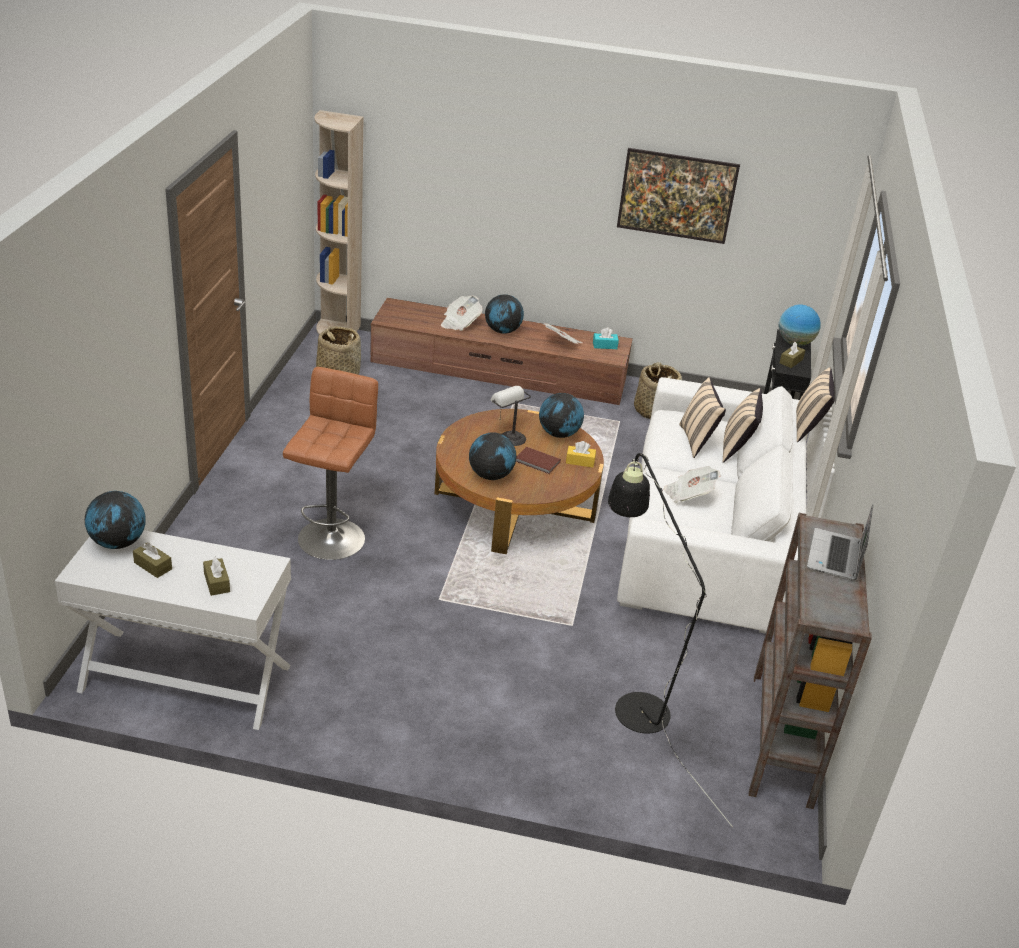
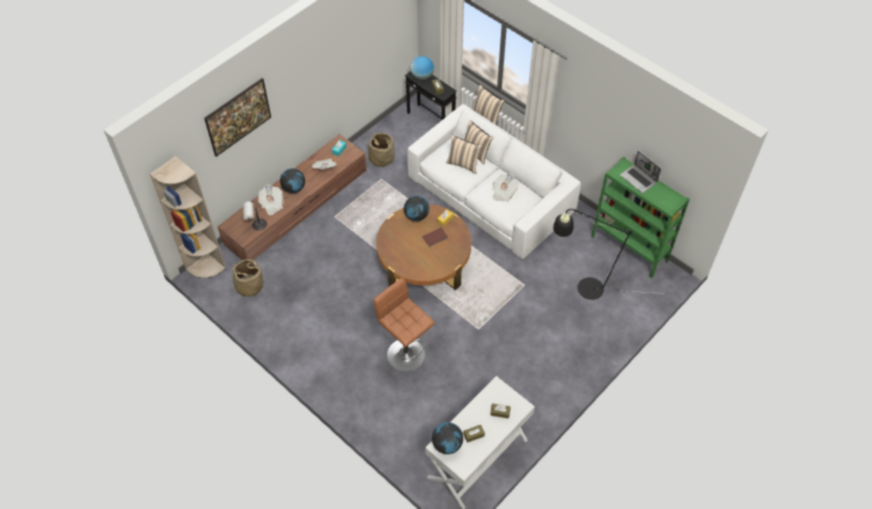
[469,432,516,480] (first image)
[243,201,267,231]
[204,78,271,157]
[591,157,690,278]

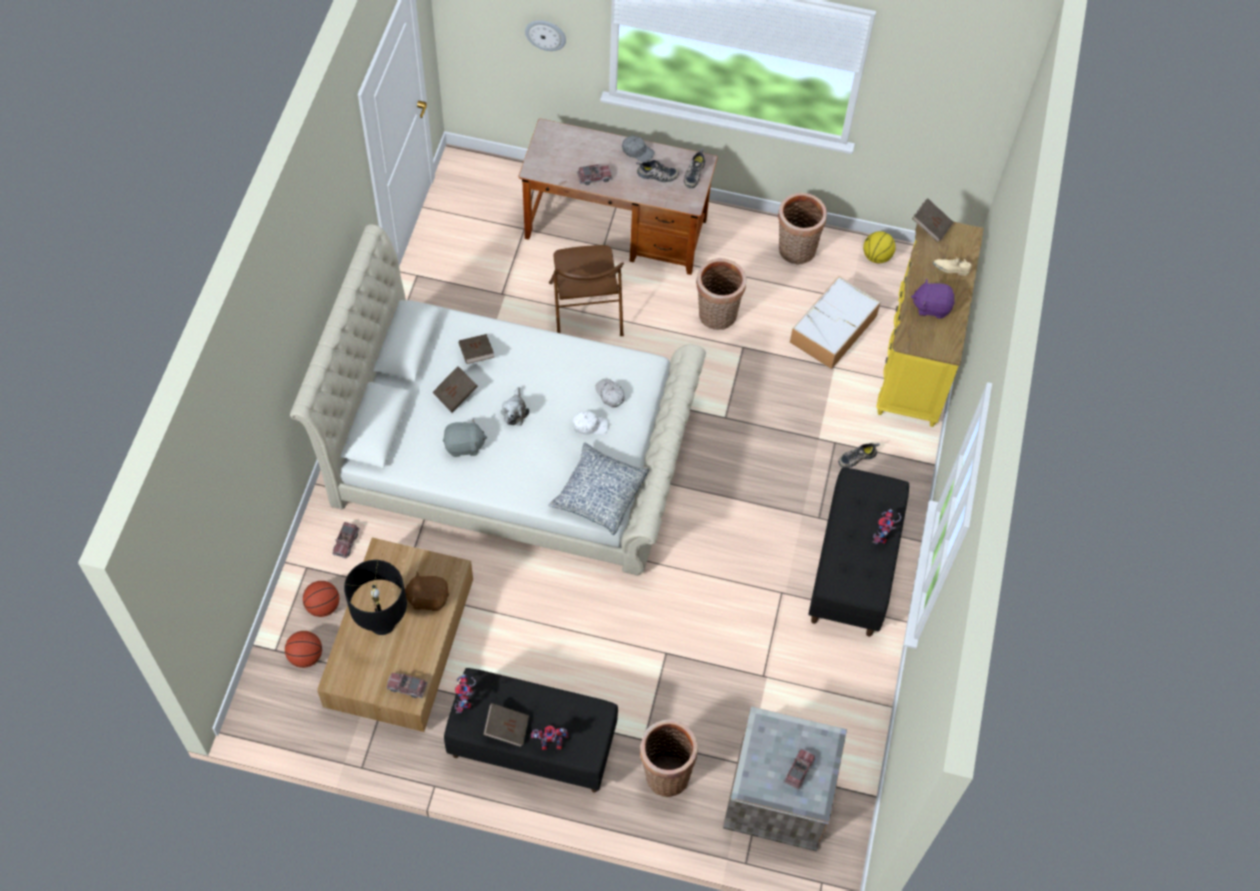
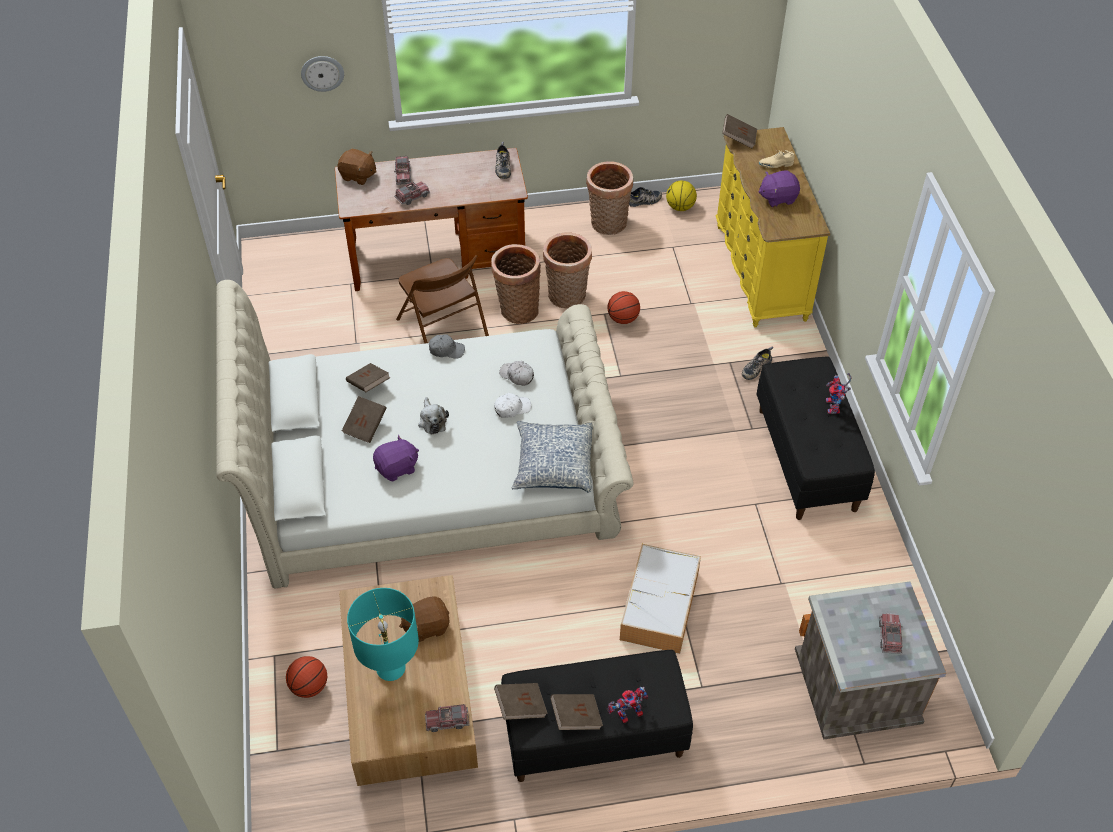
[338,149,377,185]
[608,291,640,324]
[394,156,411,185]
[429,334,465,359]
[629,187,662,207]
[491,244,541,324]
[620,544,701,654]
[494,683,548,720]
[347,588,419,681]
[373,435,419,481]

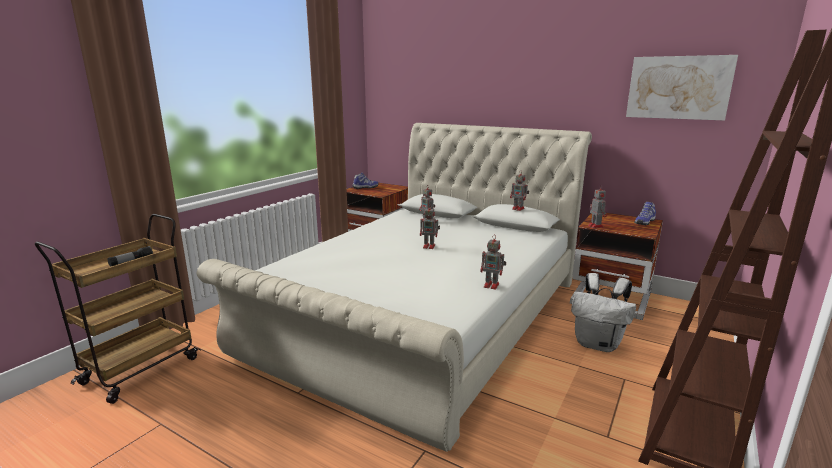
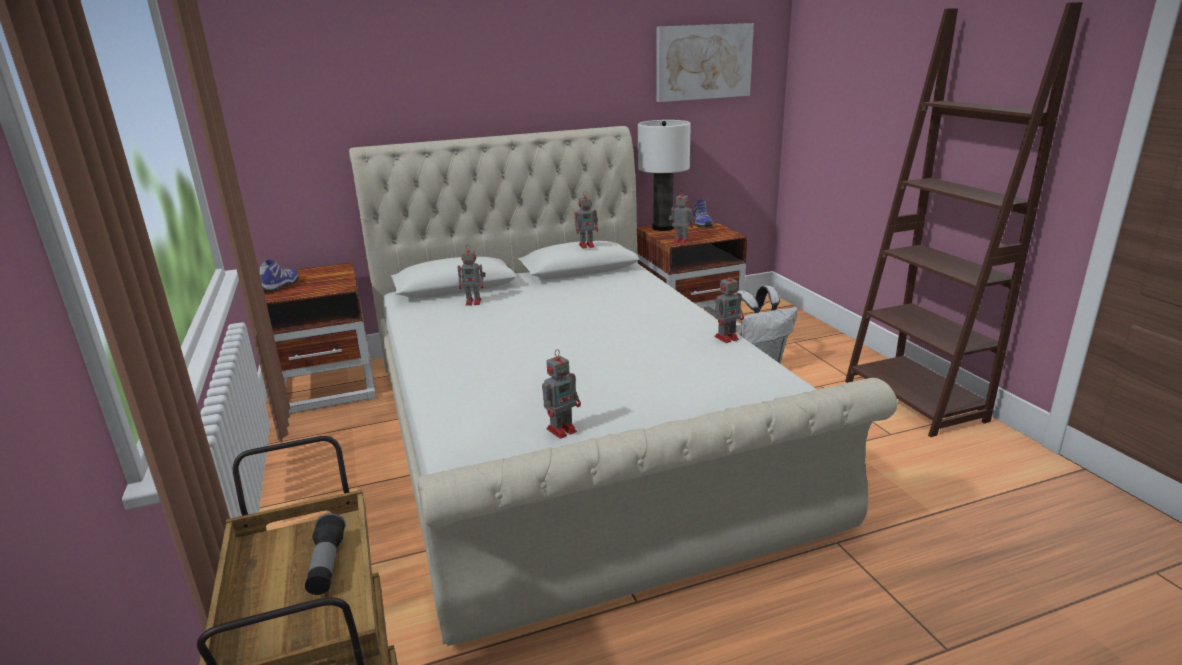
[638,120,691,231]
[542,349,581,439]

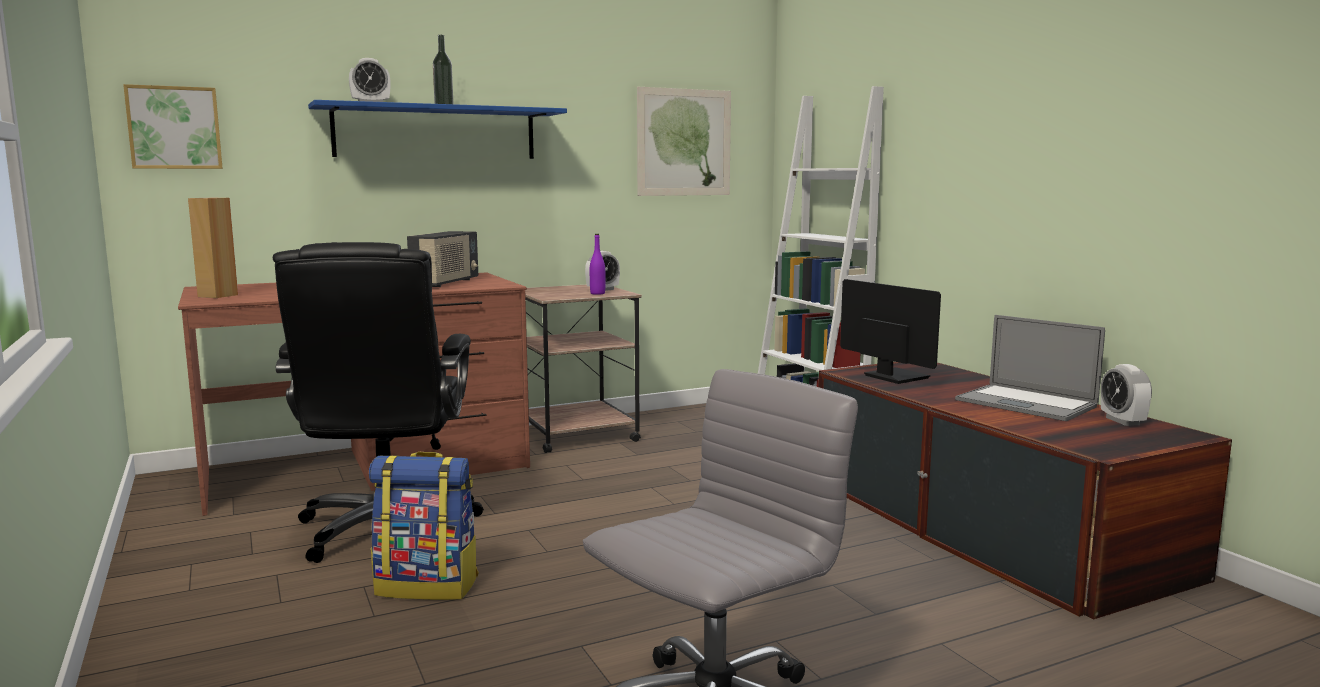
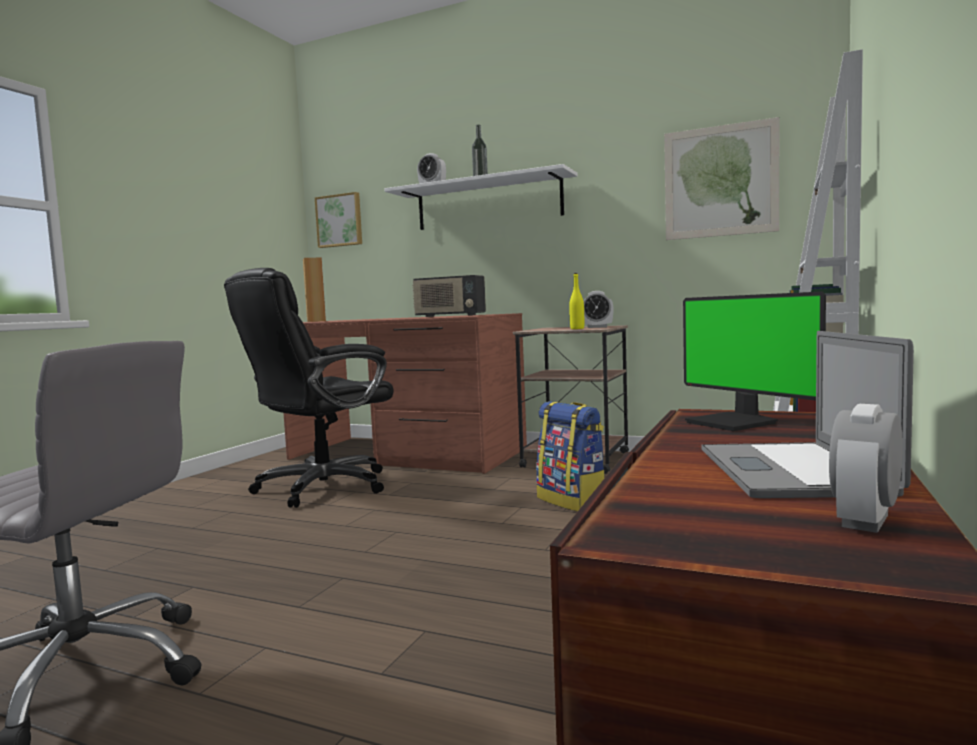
[536,401,604,512]
[384,164,578,230]
[569,273,584,329]
[412,275,486,317]
[683,292,826,431]

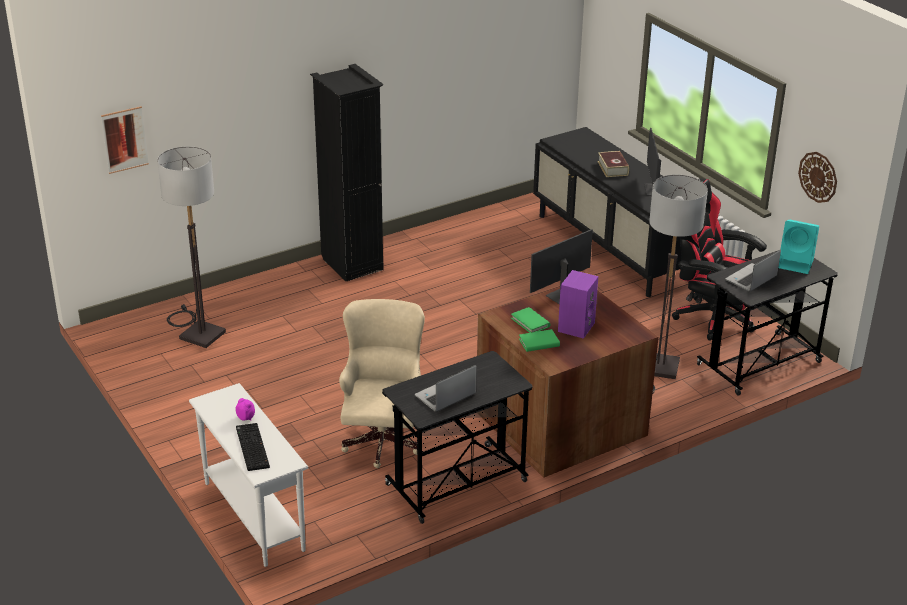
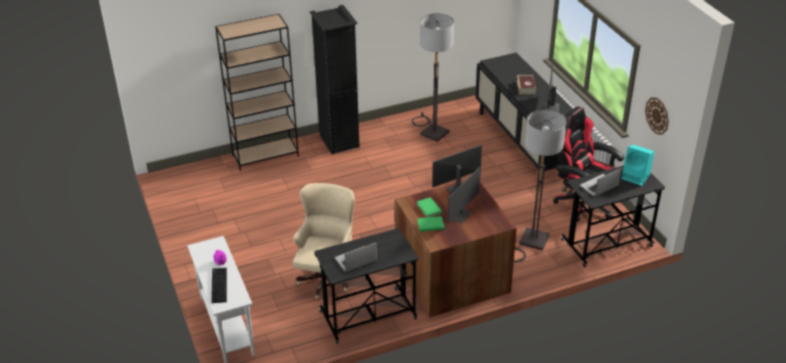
[101,106,149,174] (first image)
[215,14,299,171]
[412,13,454,142]
[448,167,481,223]

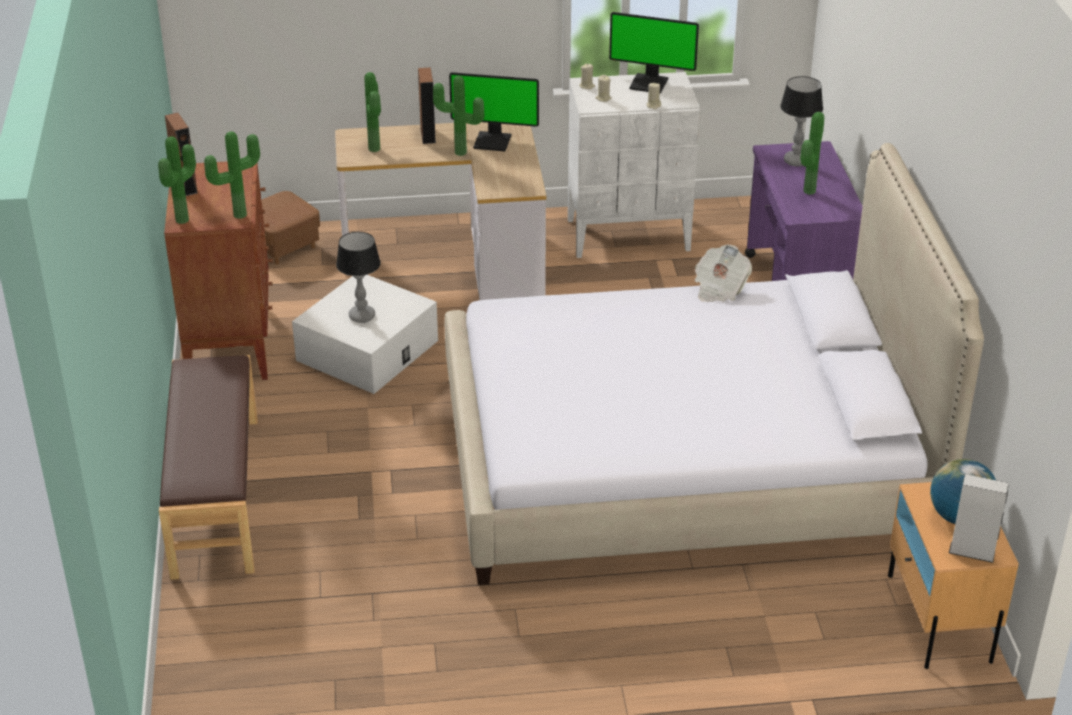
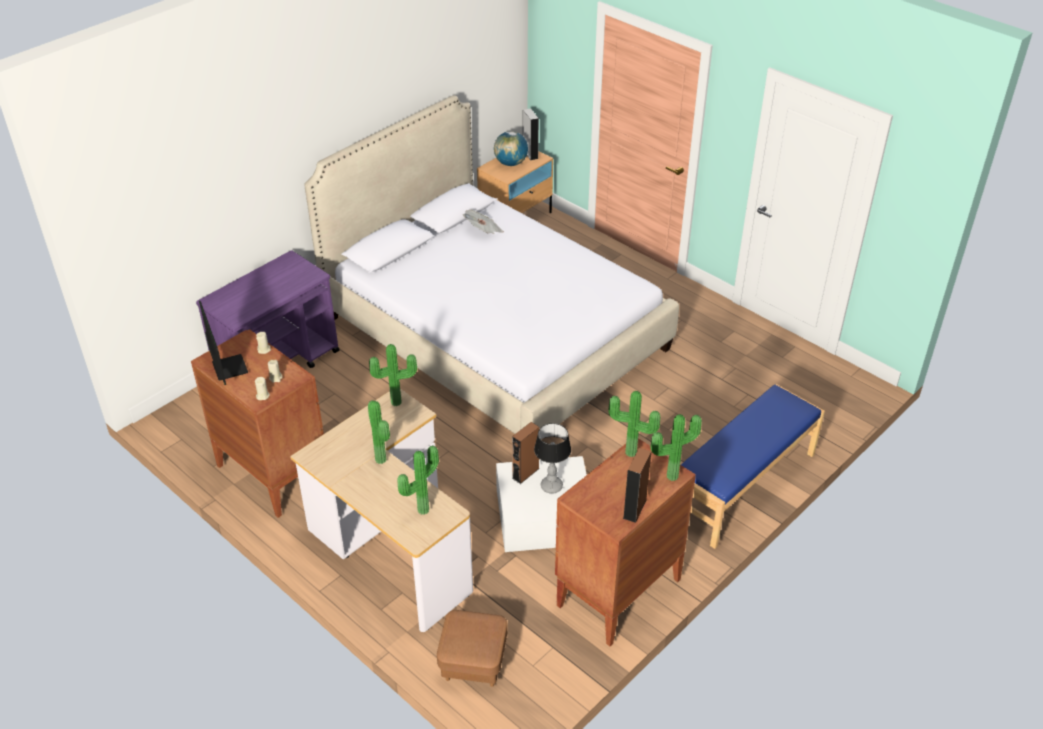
[449,72,539,151] (first image)
[780,76,823,167] (first image)
[512,422,540,484]
[462,210,504,234]
[369,344,417,406]
[681,384,825,549]
[191,329,324,518]

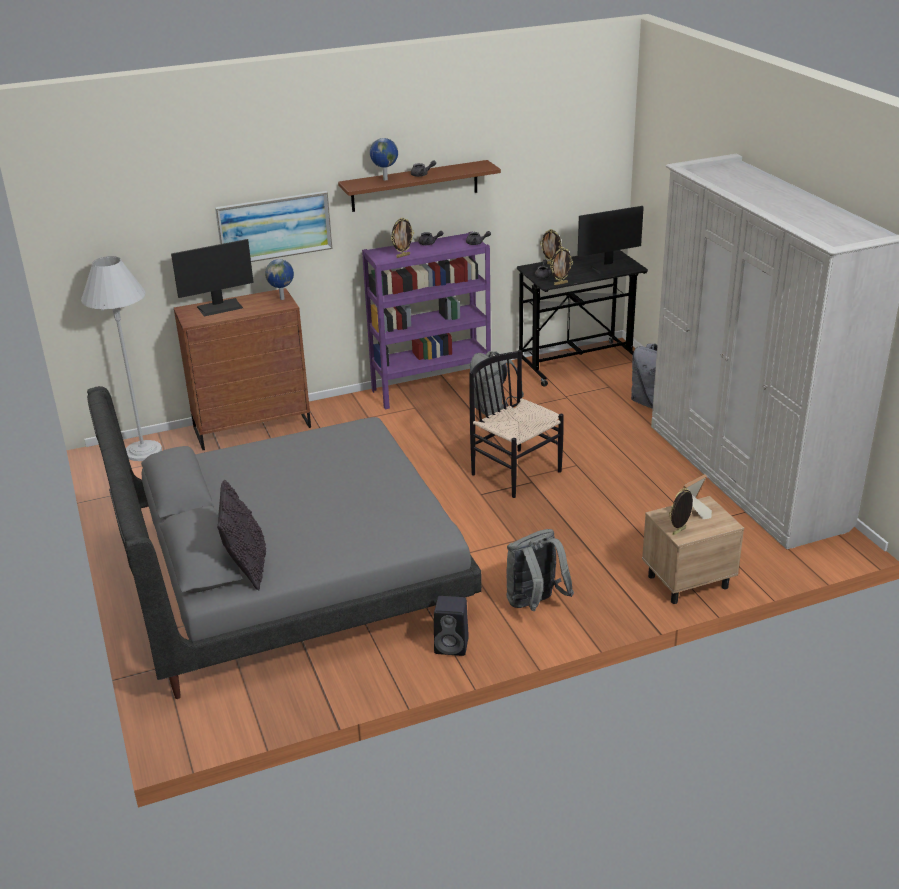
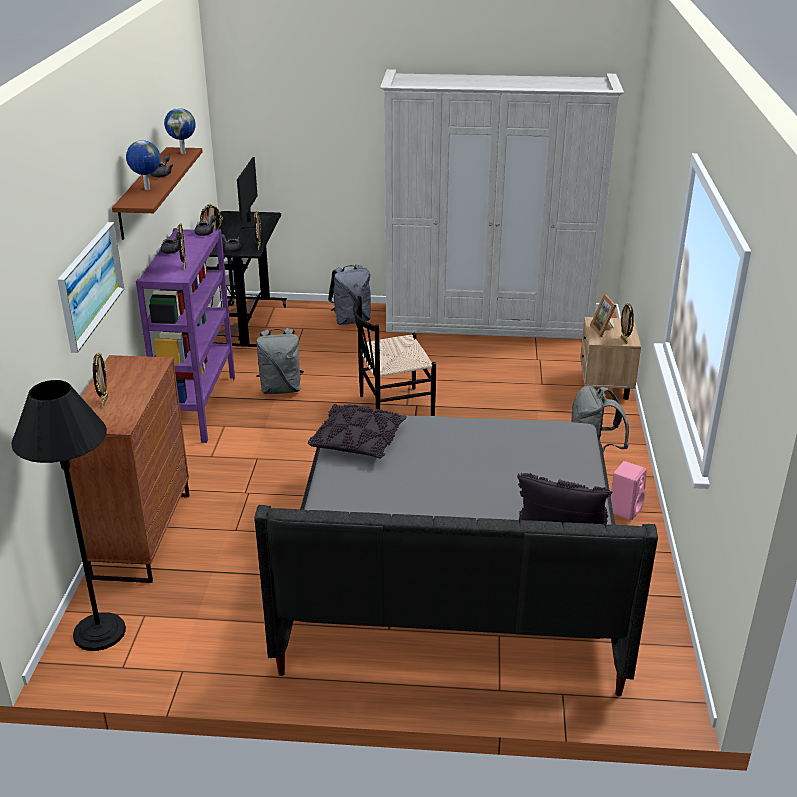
[308,404,407,459]
[164,108,196,154]
[93,352,108,407]
[11,380,126,651]
[610,461,647,520]

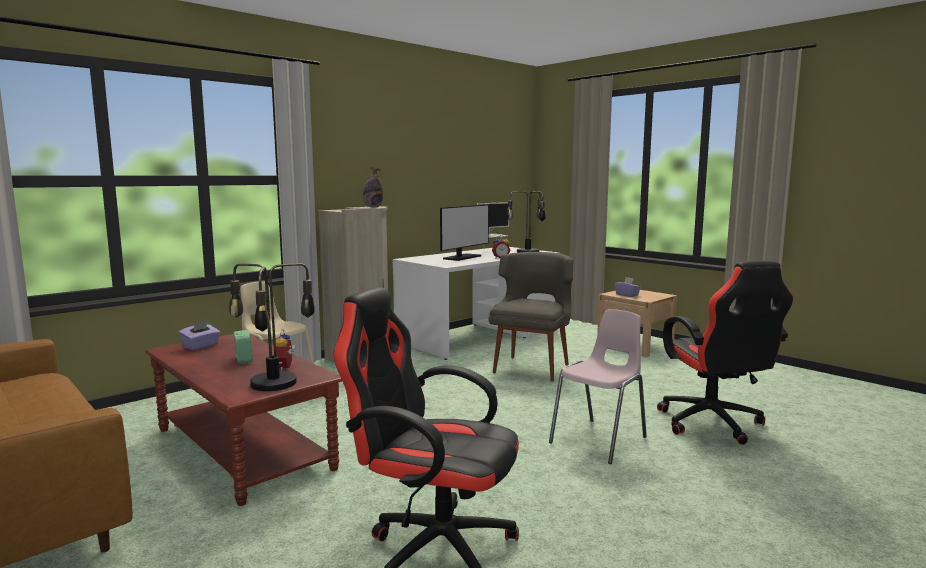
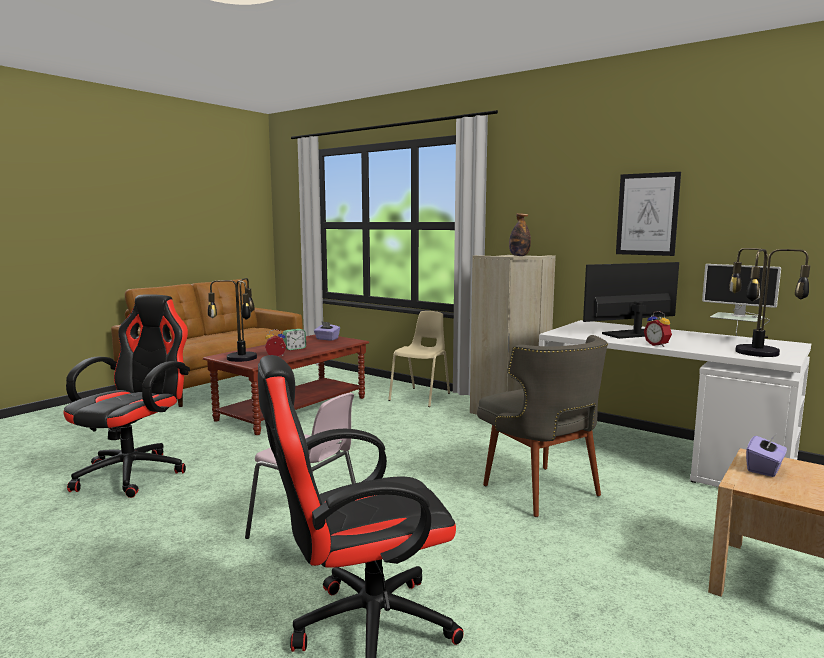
[616,172,681,256]
[583,262,679,339]
[477,335,608,517]

